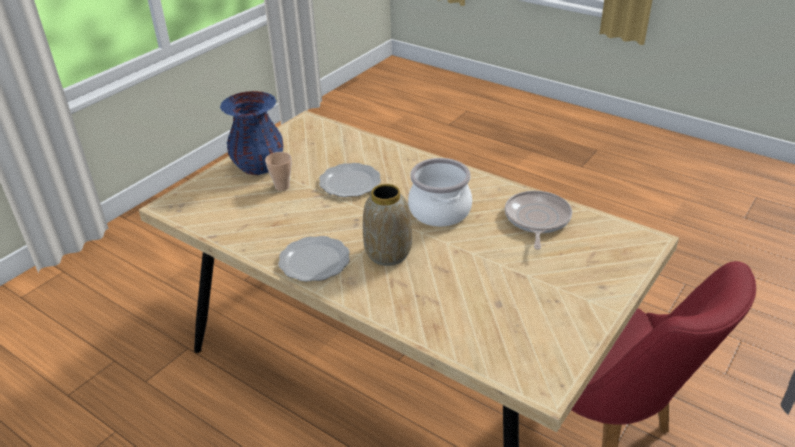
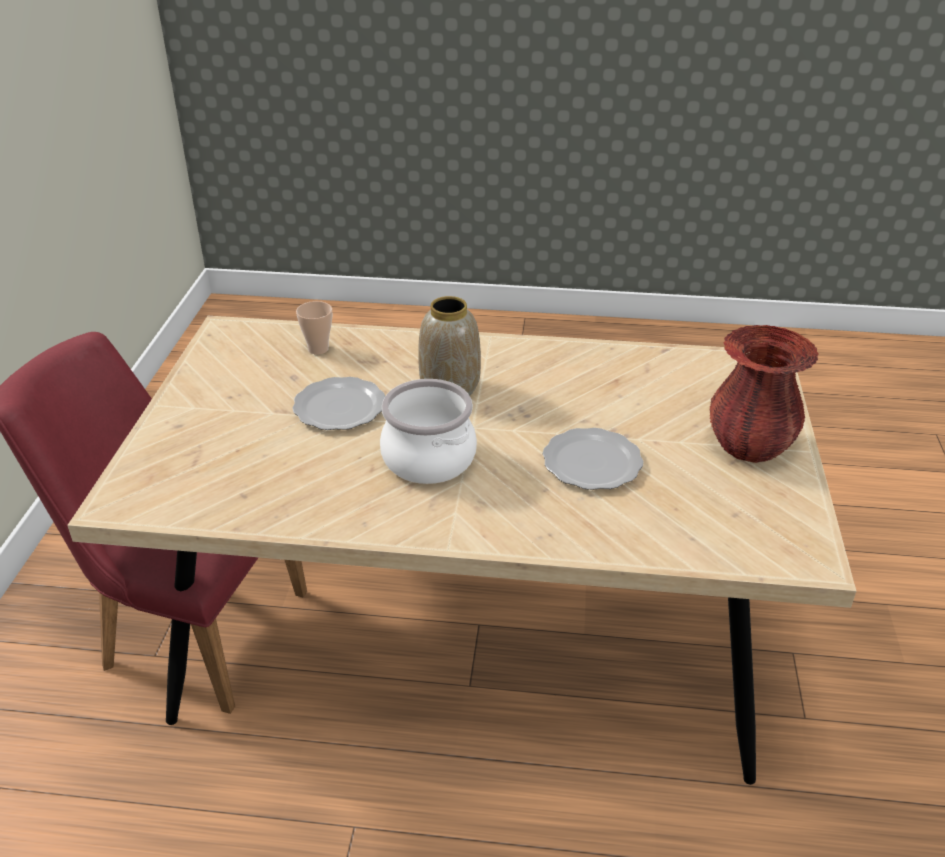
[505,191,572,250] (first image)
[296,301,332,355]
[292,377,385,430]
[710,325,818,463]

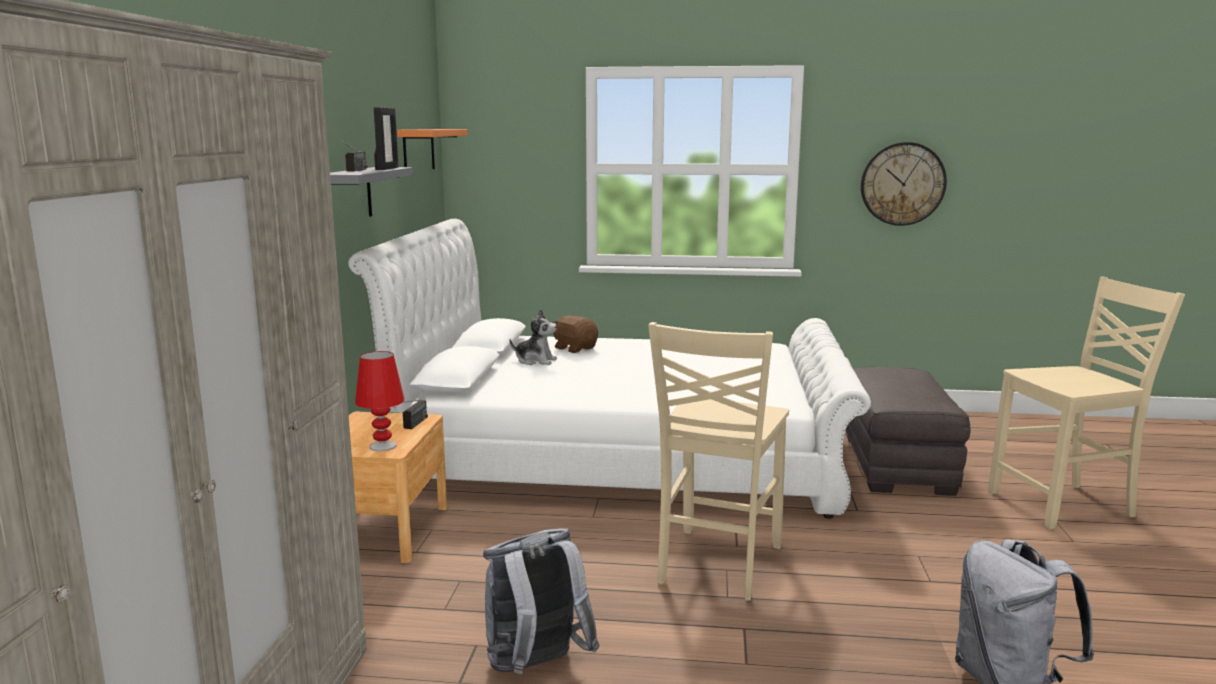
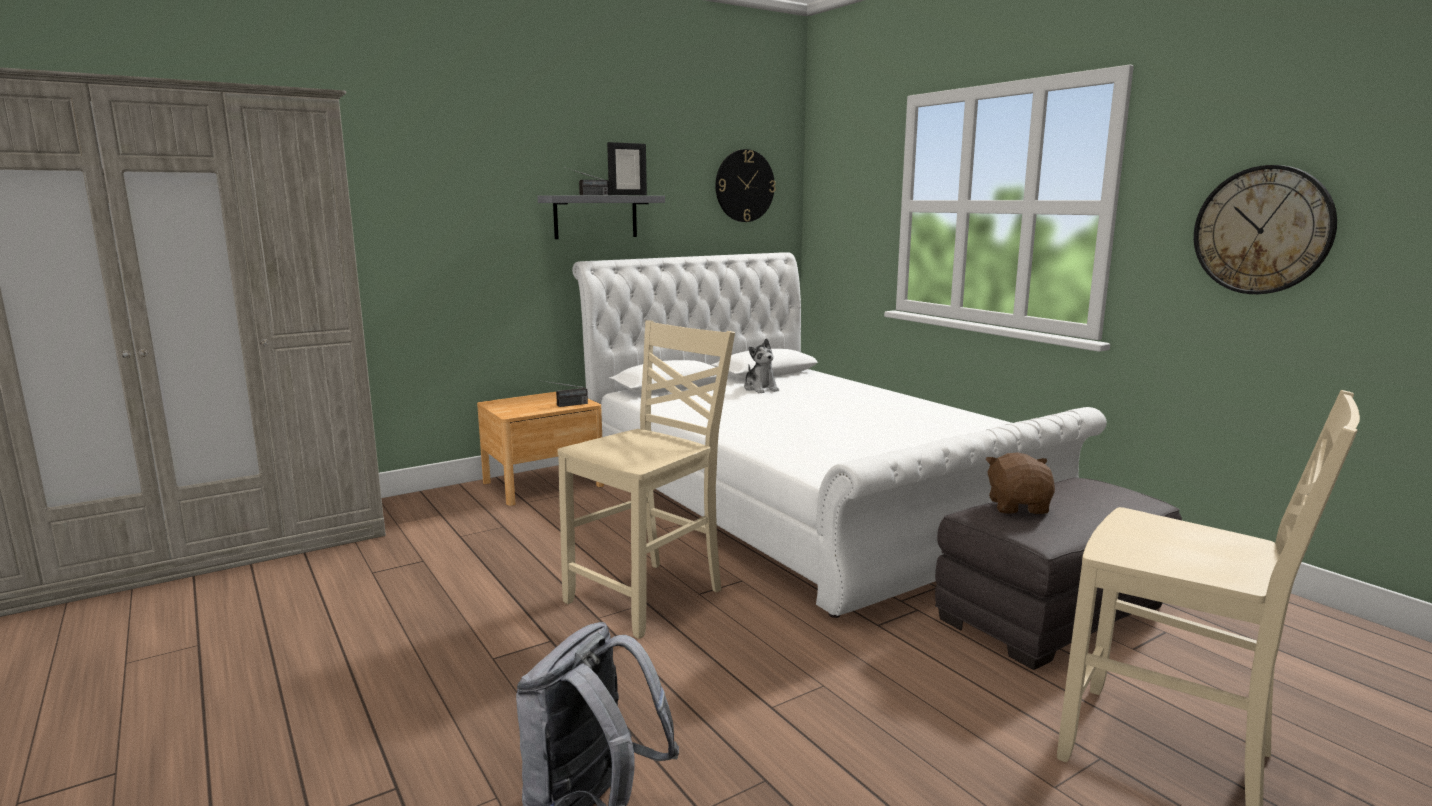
[355,351,405,451] (first image)
[483,528,600,674] (first image)
[986,453,1055,514]
[716,149,776,222]
[558,320,735,639]

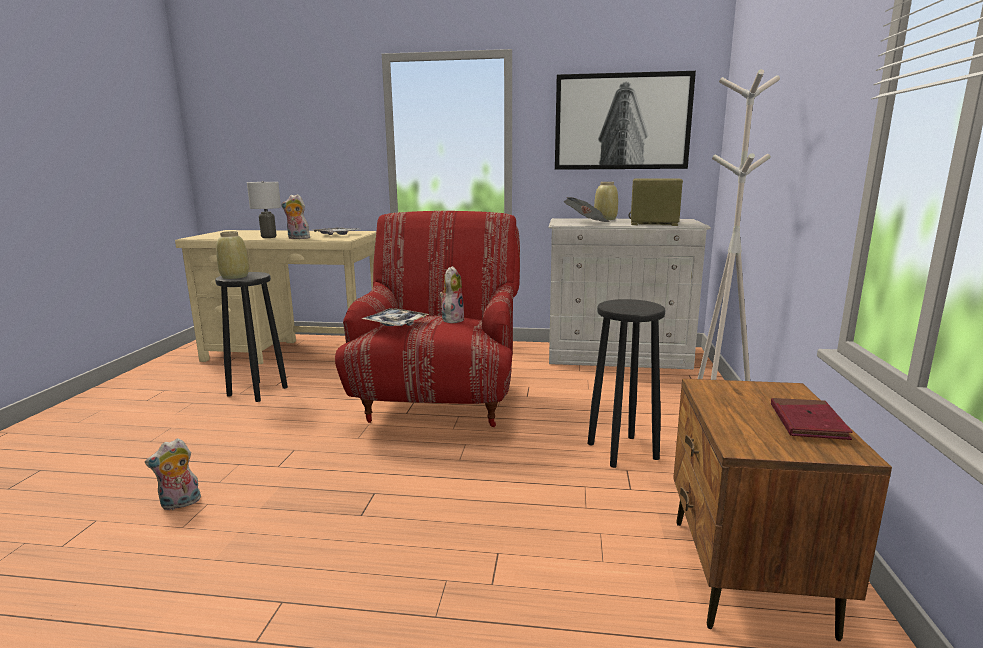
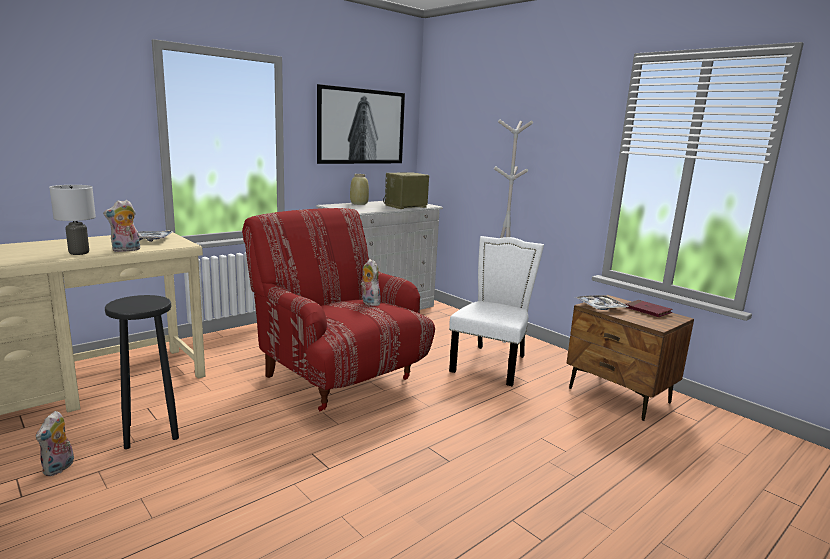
[216,231,249,279] (first image)
[564,197,610,222] (first image)
[36,411,74,476]
[576,295,629,310]
[449,236,544,386]

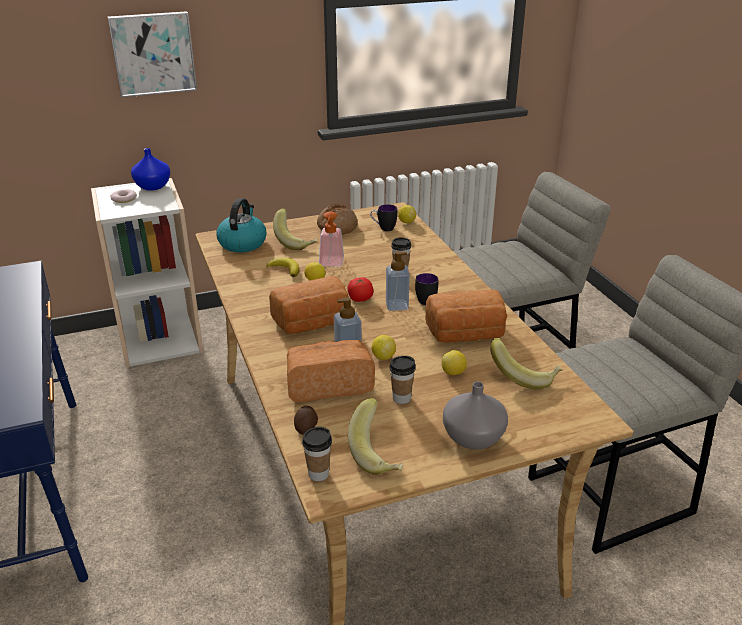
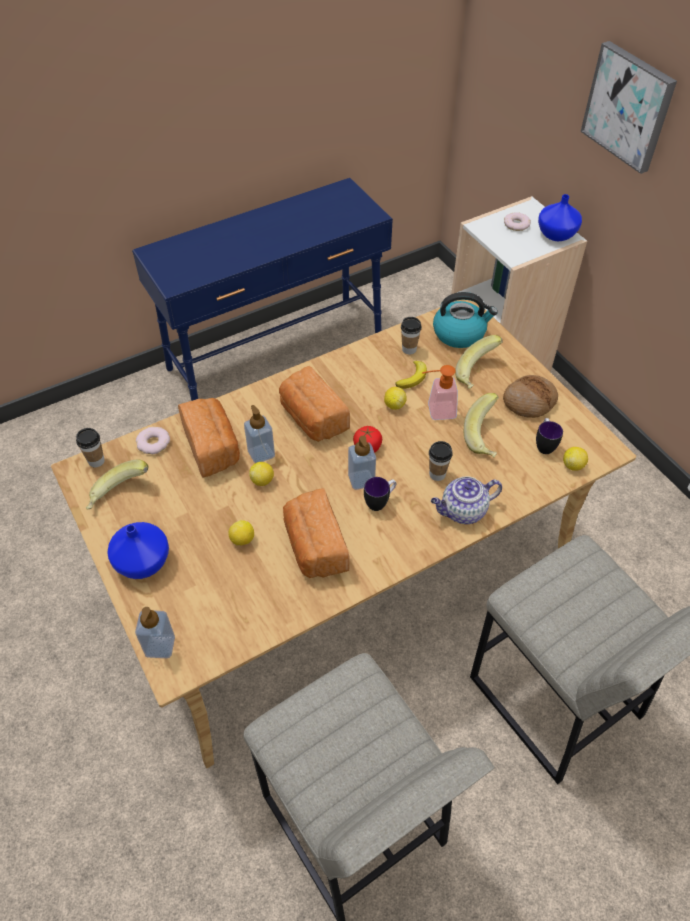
[135,607,175,658]
[431,476,502,524]
[401,317,422,354]
[464,393,499,458]
[136,427,170,454]
[107,522,169,579]

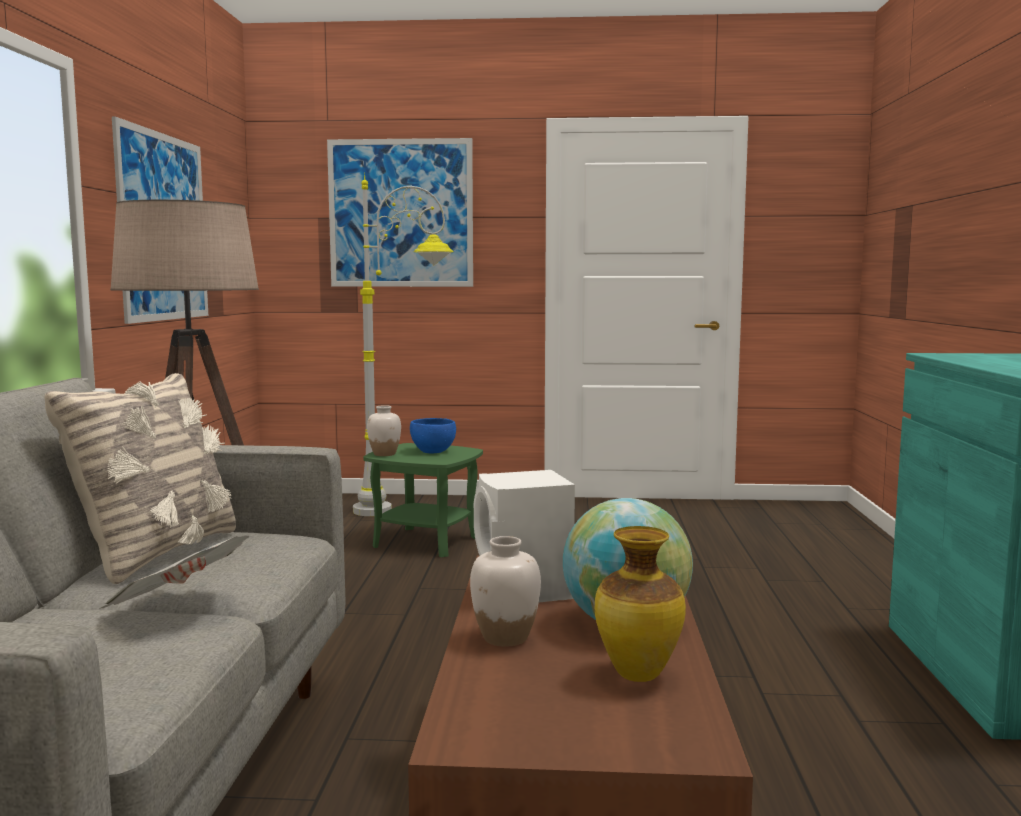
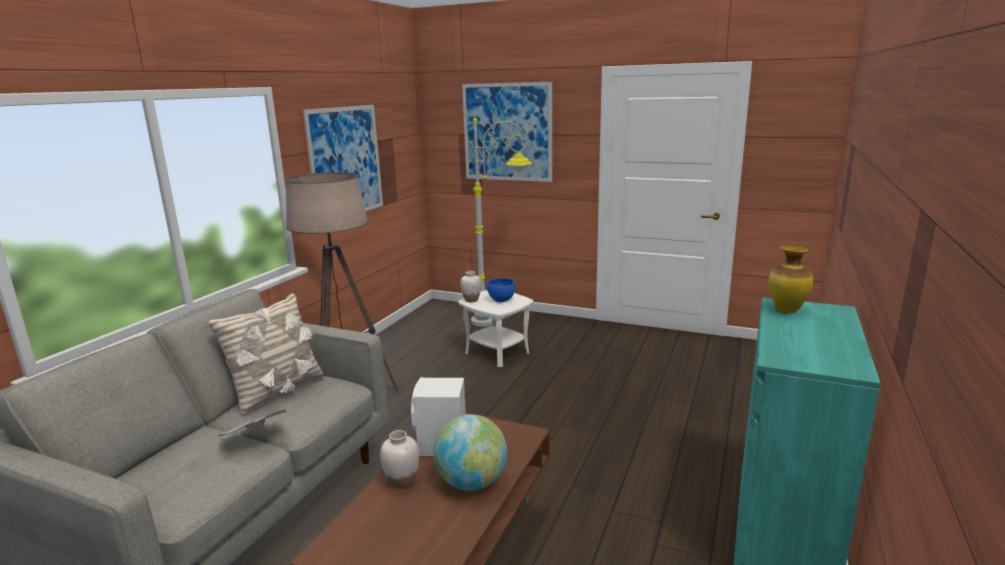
[768,245,813,313]
[458,290,533,367]

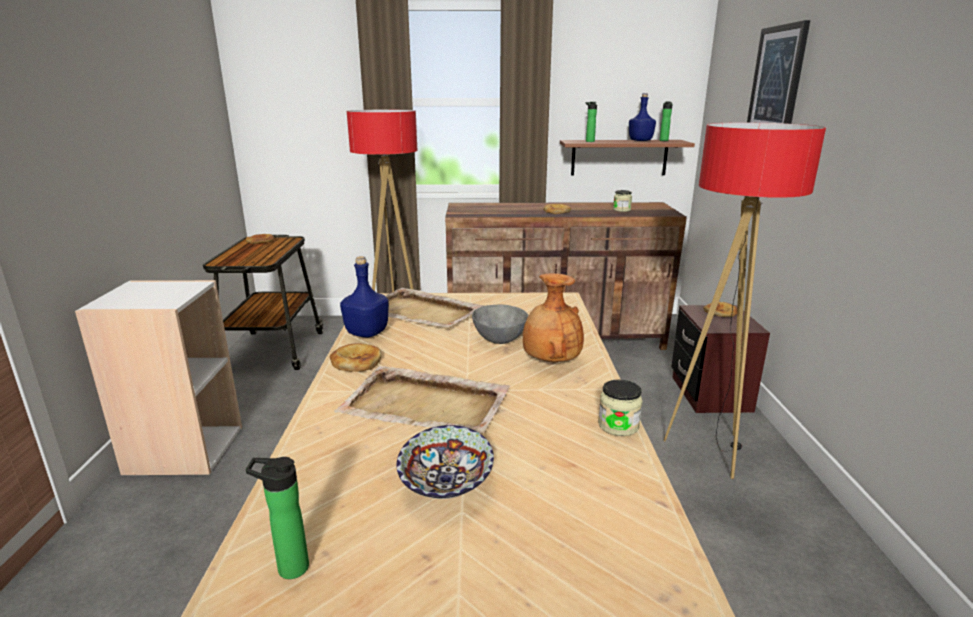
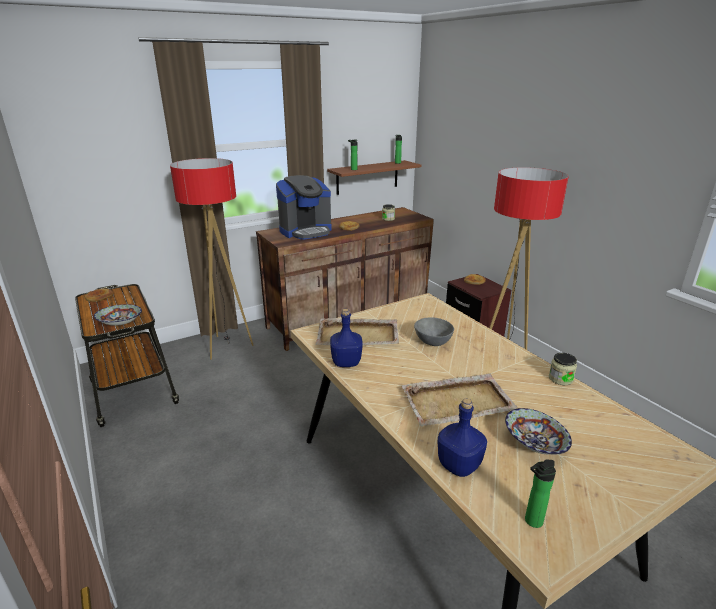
[75,280,242,475] (first image)
[330,343,381,372] (first image)
[523,273,584,362] (first image)
[747,20,810,124] (first image)
[94,304,142,326]
[276,175,332,240]
[438,399,487,477]

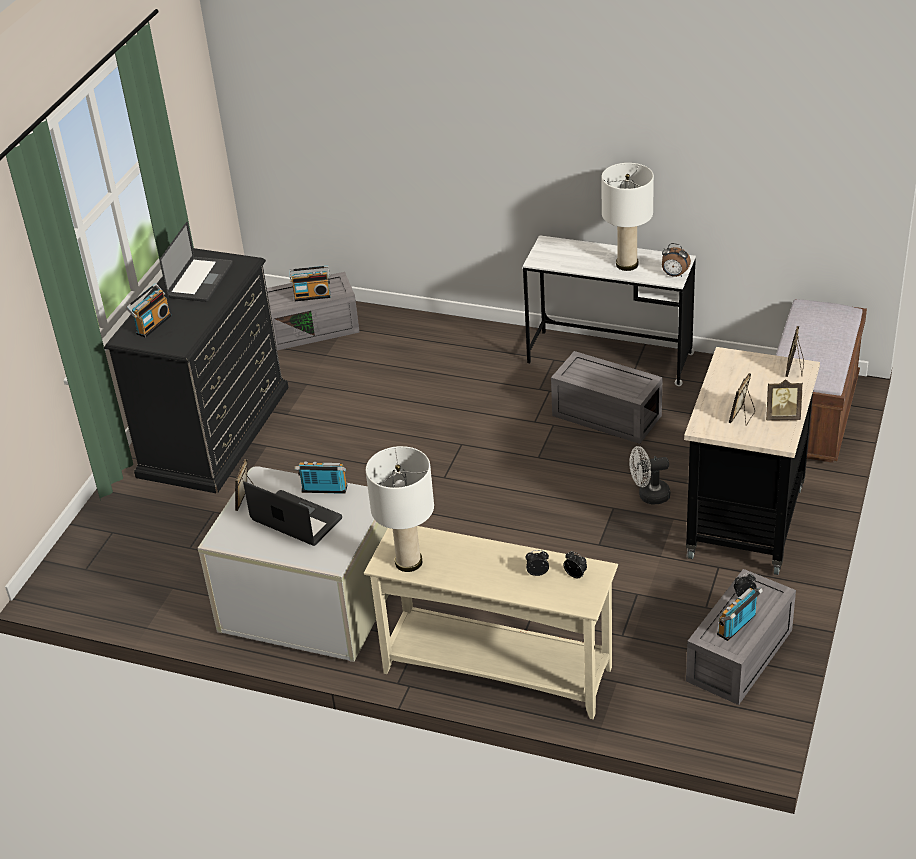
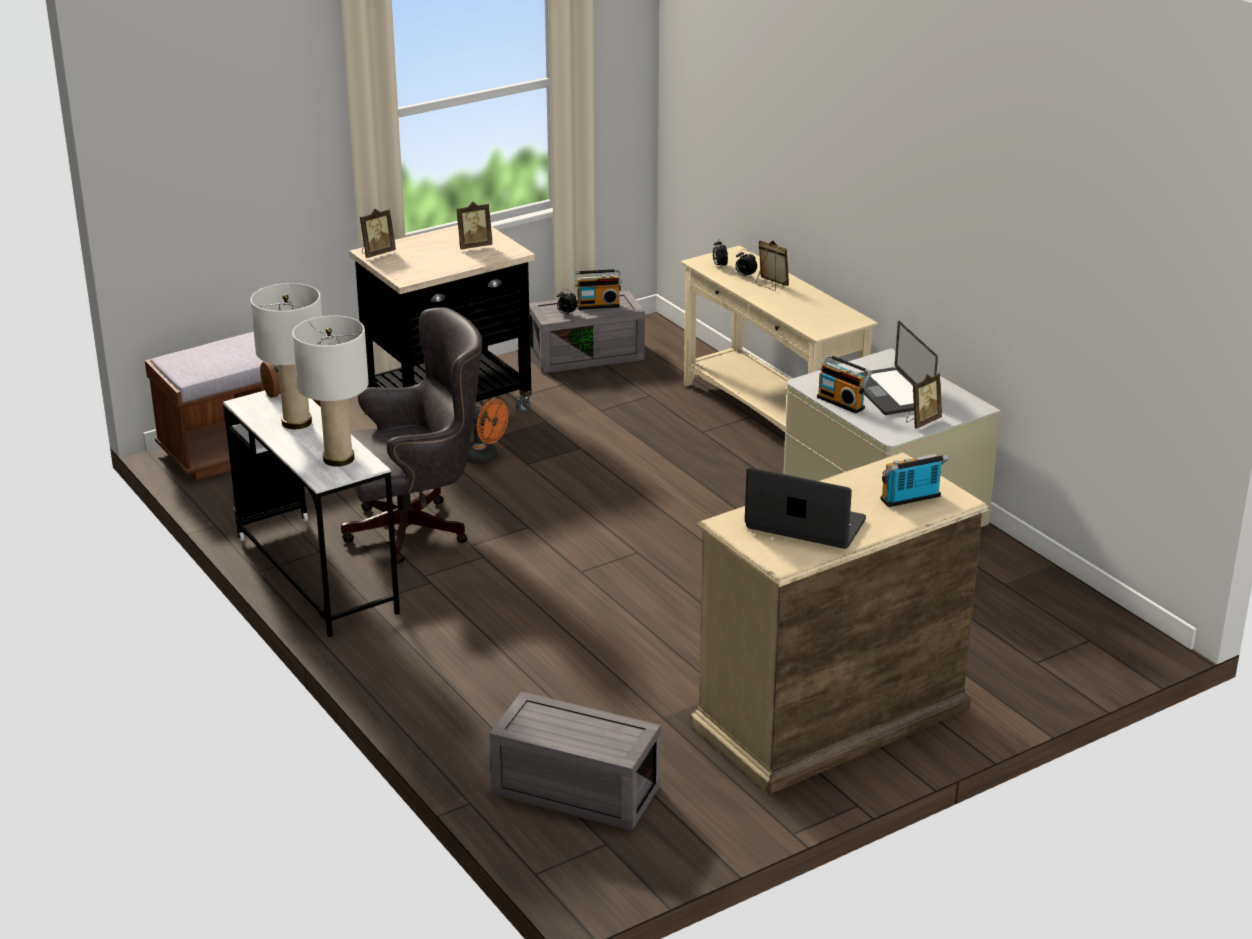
[289,266,331,301] (first image)
[292,315,369,467]
[756,240,789,291]
[341,307,482,564]
[690,452,989,794]
[467,399,508,464]
[745,468,866,549]

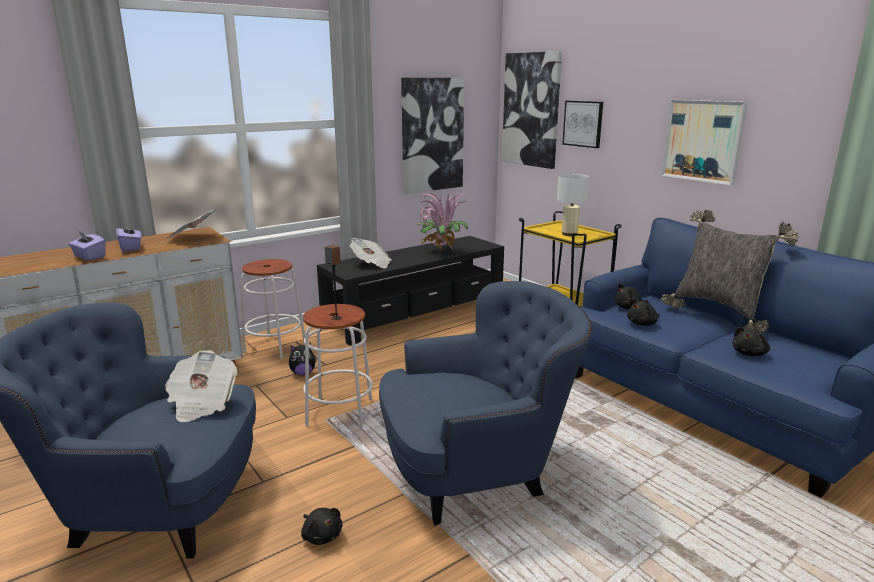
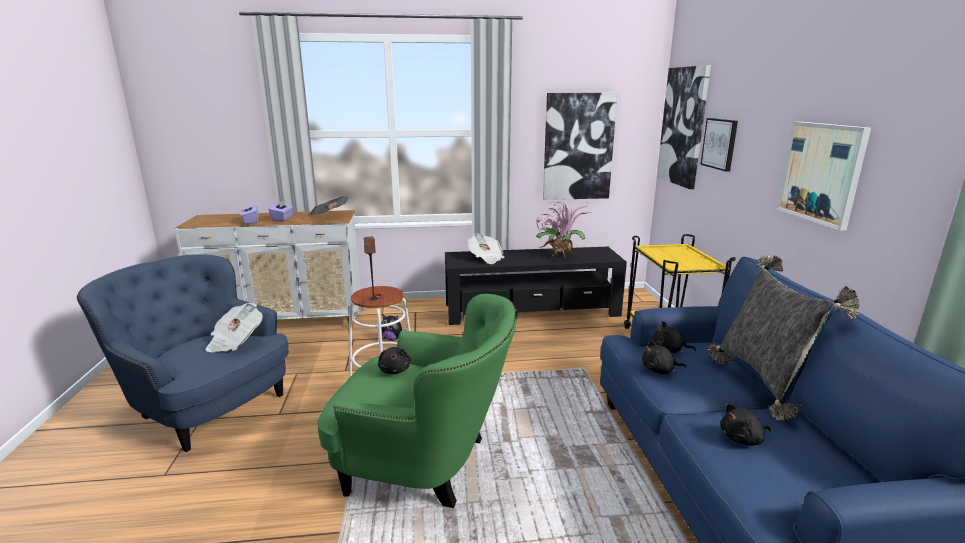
[241,259,305,359] (first image)
[557,174,590,236] (first image)
[378,347,411,374]
[317,294,517,508]

